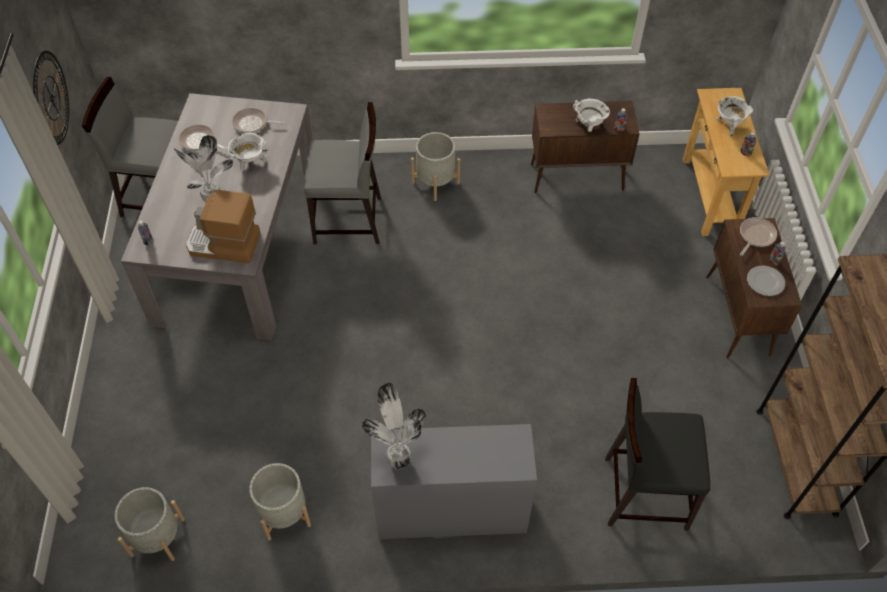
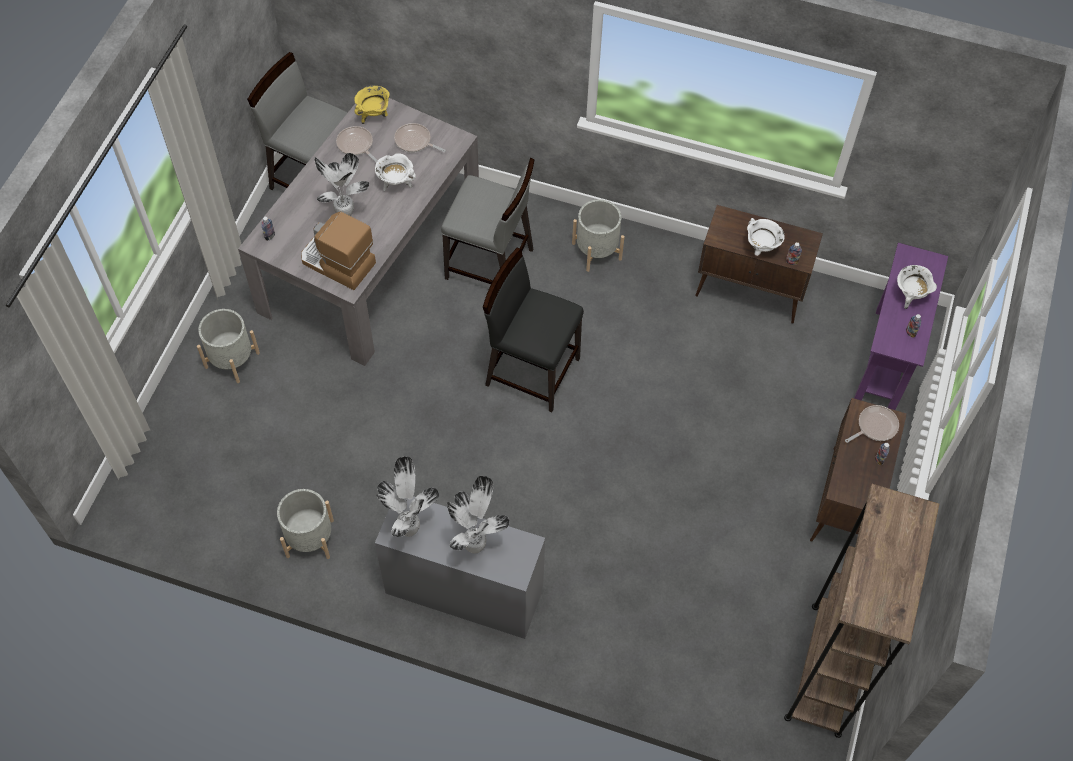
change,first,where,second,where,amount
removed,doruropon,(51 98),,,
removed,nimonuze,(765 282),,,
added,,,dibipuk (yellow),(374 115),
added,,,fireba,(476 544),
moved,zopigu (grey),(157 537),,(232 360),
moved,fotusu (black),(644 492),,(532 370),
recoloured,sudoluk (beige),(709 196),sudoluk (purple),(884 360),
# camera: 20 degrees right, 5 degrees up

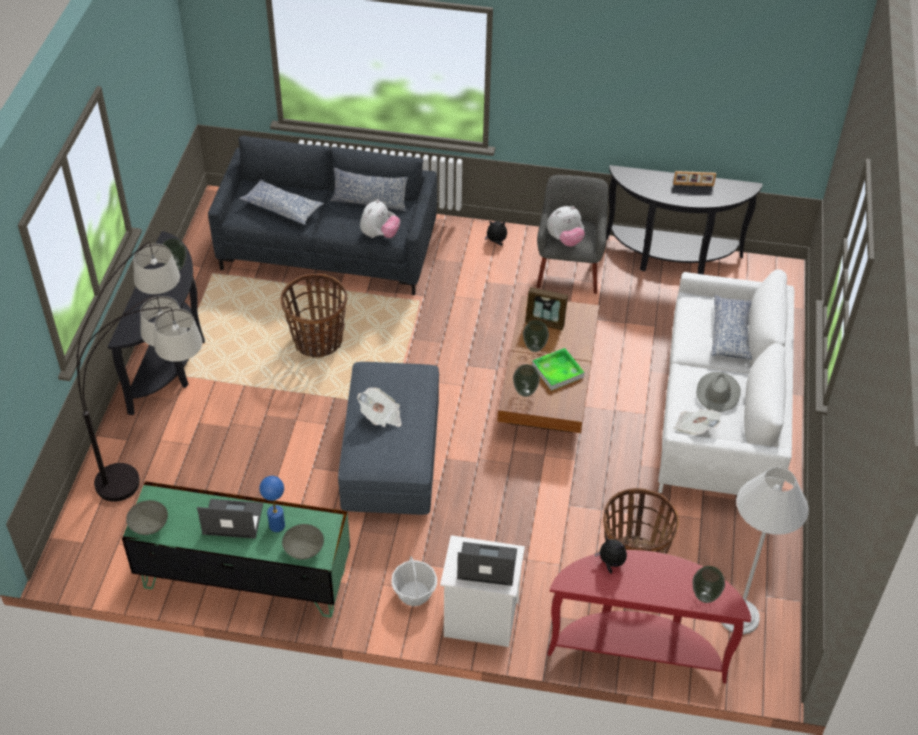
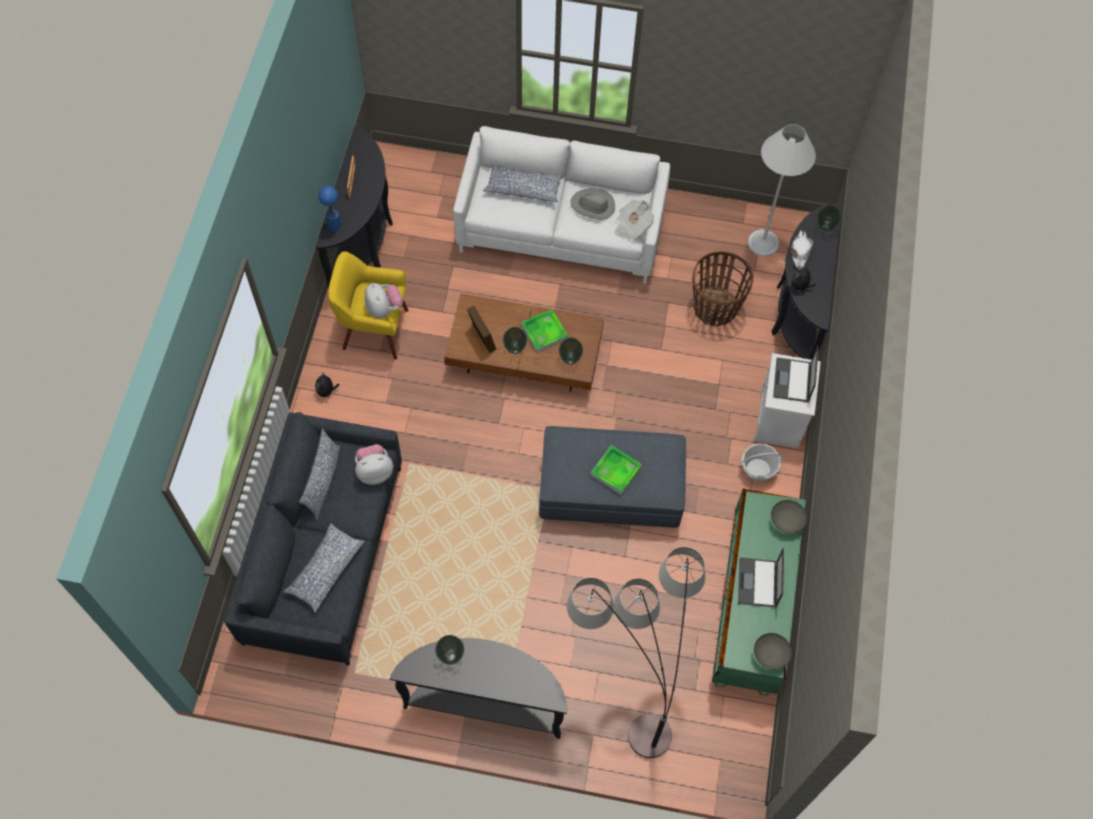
change,first,where,second,where,amount
removed,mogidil,(318 341),,,
added,,,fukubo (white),(800 251),
moved,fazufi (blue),(277 525),,(334 225),
replaced,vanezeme,(381 416),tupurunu,(616 471),
recoloured,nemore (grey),(569 270),nemore (yellow),(374 329),
recoloured,sudoluk (red),(638 648),sudoluk (black),(796 312),
turned,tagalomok,(379 235),,(374 471),45 degrees counterclockwise
turned,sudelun,(545 322),,(482 338),45 degrees counterclockwise
# camera: 90 degrees left, 15 degrees up

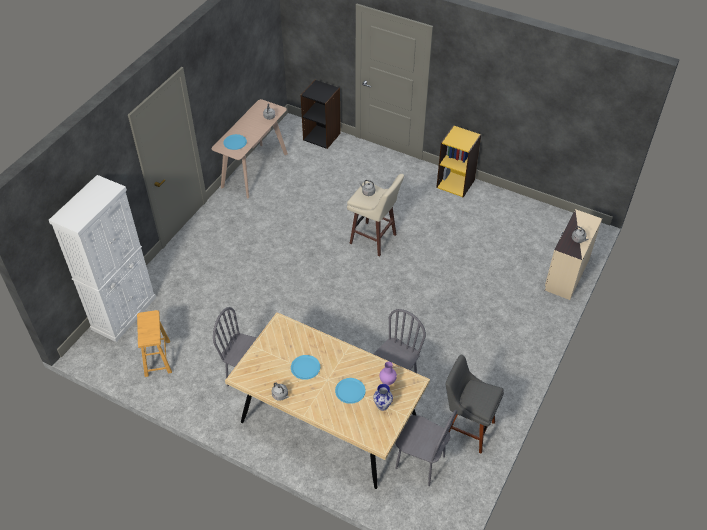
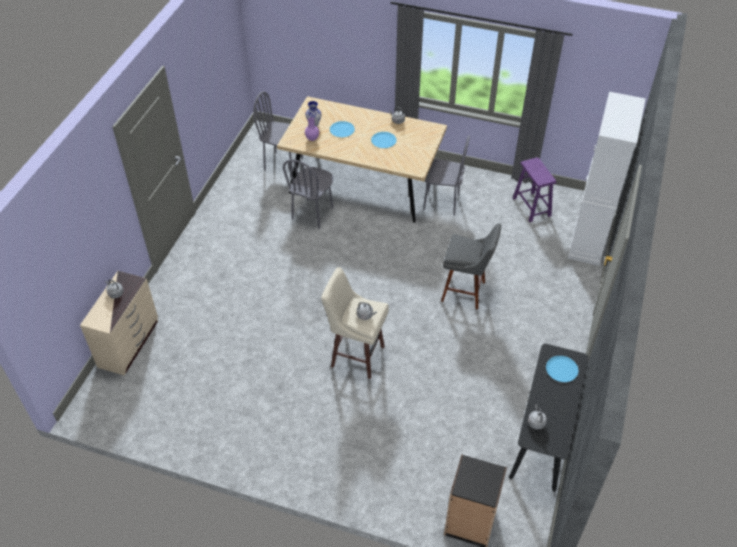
change,first,where,second,where,amount
removed,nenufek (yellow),(455 183),,,
moved,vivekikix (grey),(466 428),,(466 292),
recoloured,vivekikix (brown),(157 358),vivekikix (purple),(531 207),
recoloured,sudoluk (beige),(254 170),sudoluk (black),(542 440),
# camera: 170 degrees right, 0 degrees up

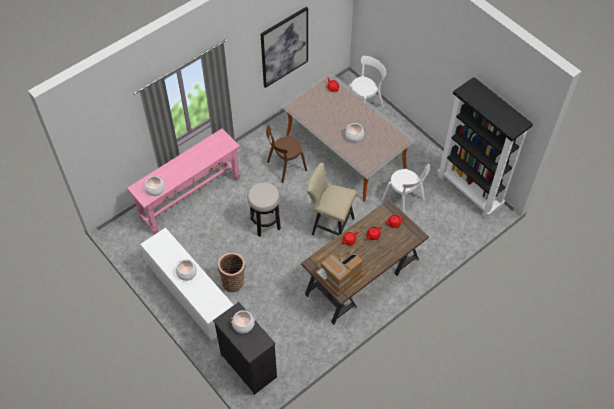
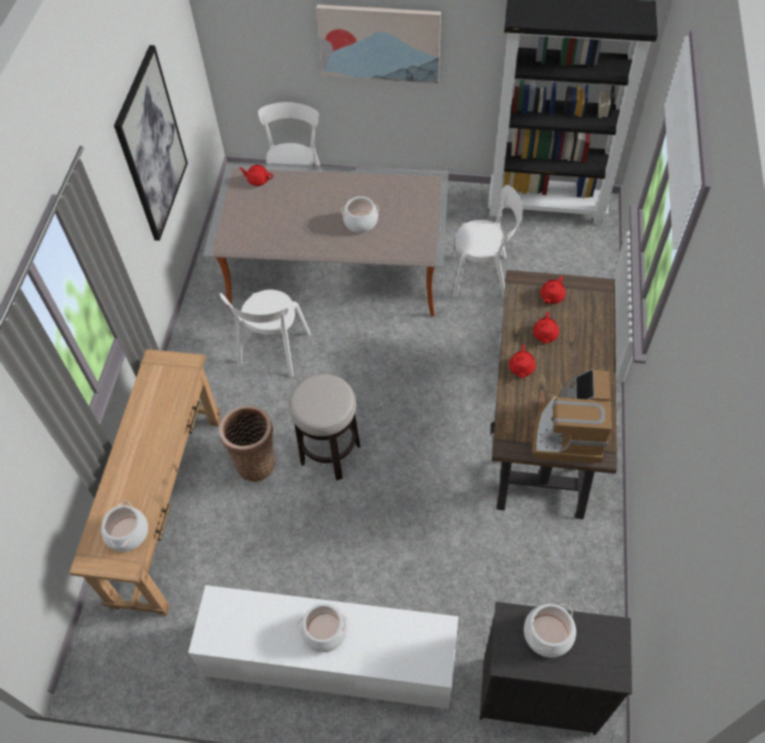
change,first,where,second,where,amount
removed,vivekikix (beige),(329 226),,,
added,,,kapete,(380 42),
moved,mogidil,(233 282),,(255 461),
recoloured,sudoluk (pink),(190 197),sudoluk (brown),(169 507),
recoloured,fotusu (brown),(285 167),fotusu (white),(273 351),
# camera: 40 degrees left, 0 degrees up

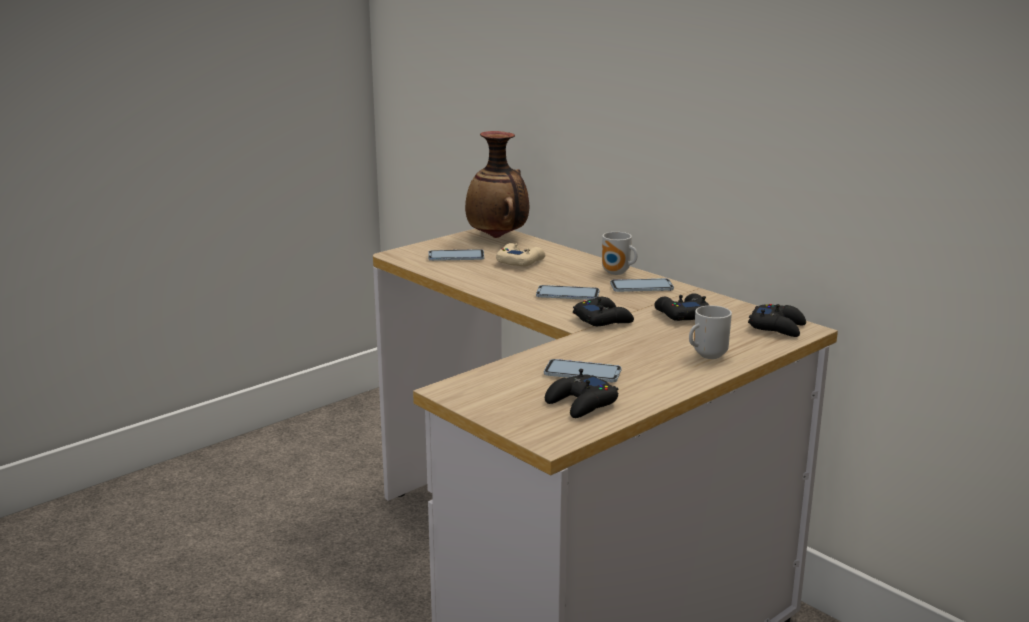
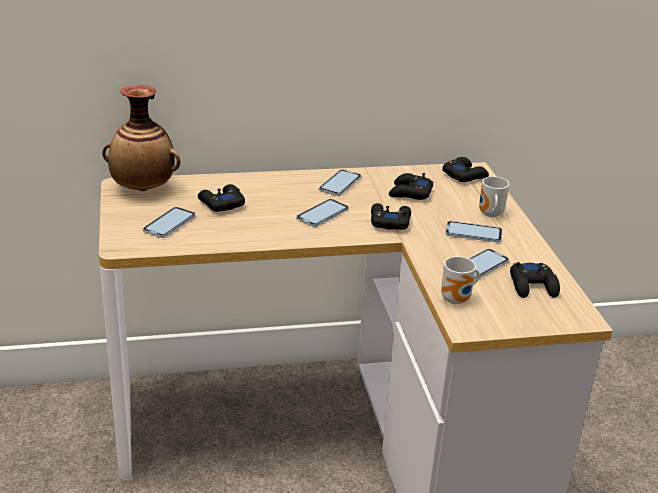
change,first,where,second,where,amount
added,,,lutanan,(473 233),
moved,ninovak,(617 273),,(458 300),
recoloured,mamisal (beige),(520 261),mamisal (black),(221 203),
# camera: 60 degrees left, 10 degrees up

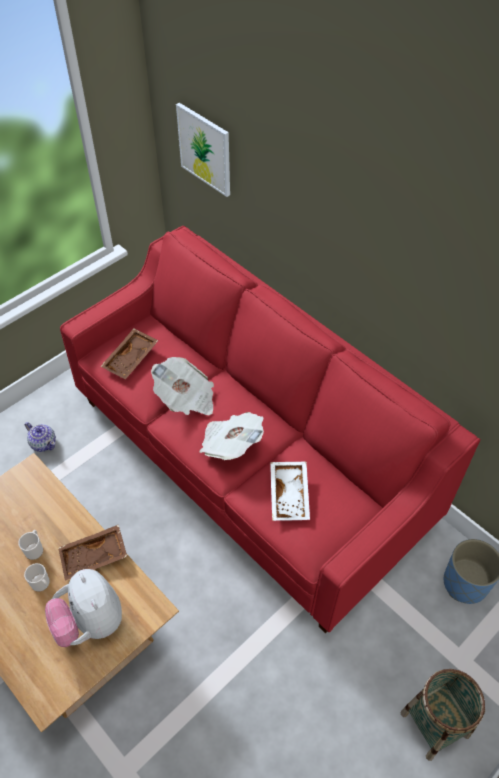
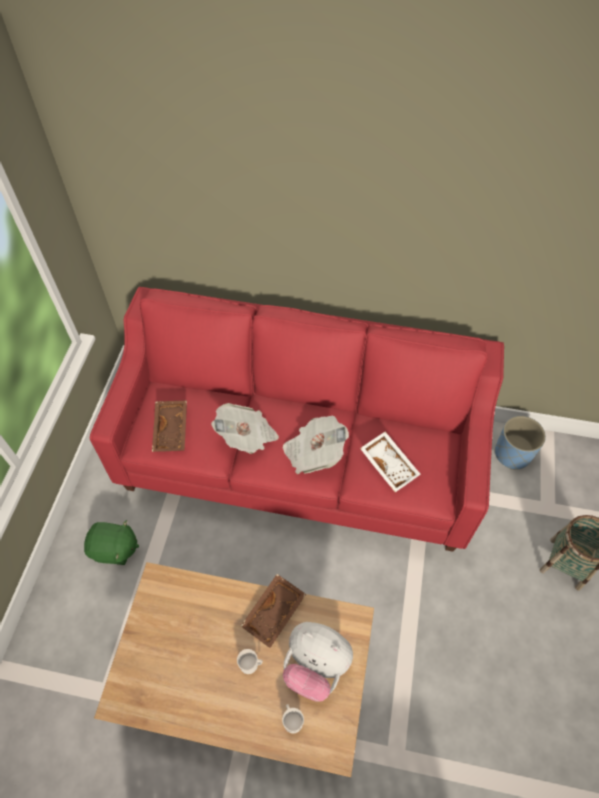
change,first,where,second,where,amount
removed,kapete,(205 149),,,
moved,ninovak,(35 549),,(292 720),
replaced,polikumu,(43 443),tagalomok (green),(114 549),
# camera: 35 degrees left, 5 degrees up

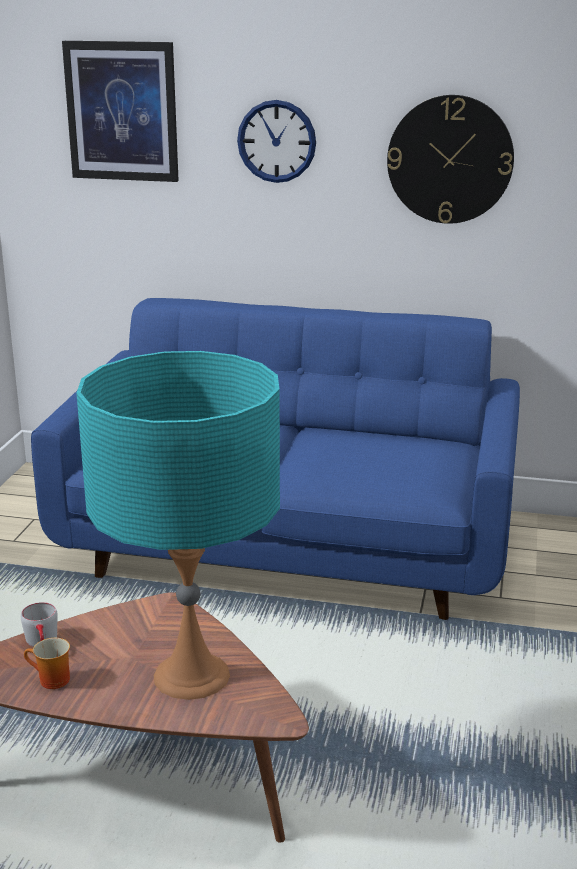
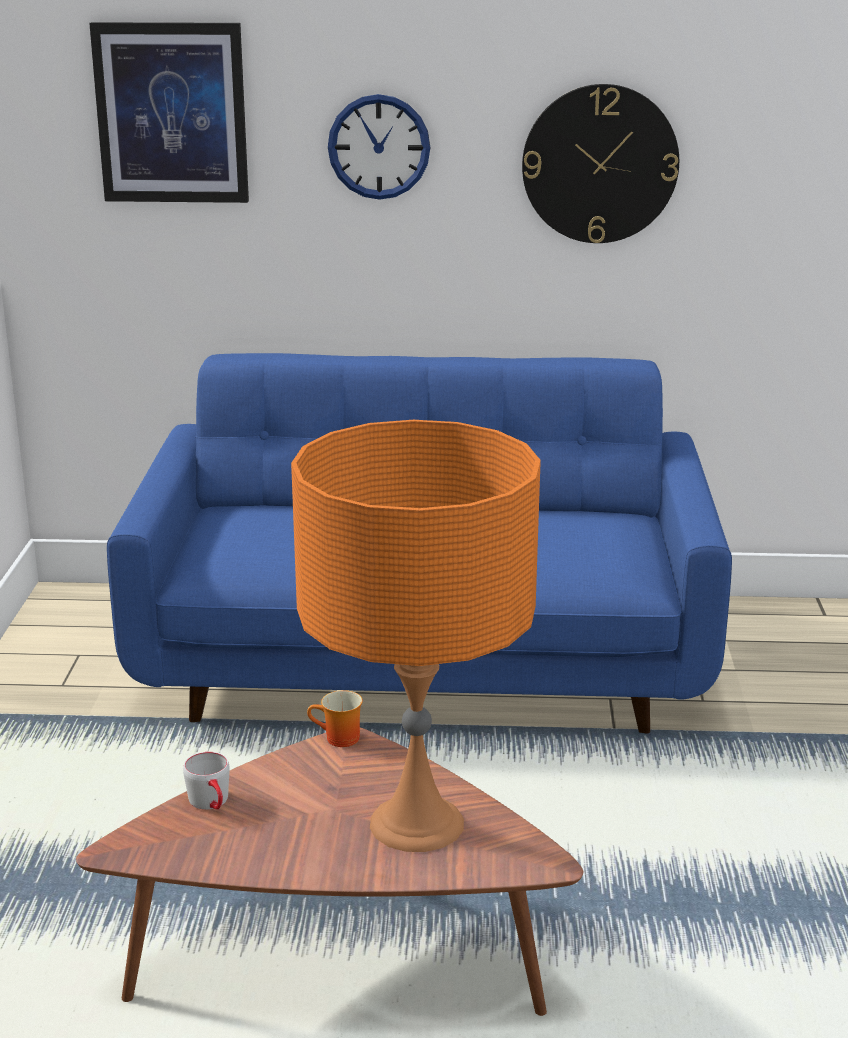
change,first,where,second,where,amount
moved,ninovak,(50 681),,(338 739),
recoloured,fazufi (turquoise),(191 675),fazufi (orange),(417 823),
# camera: 10 degrees left, 0 degrees up

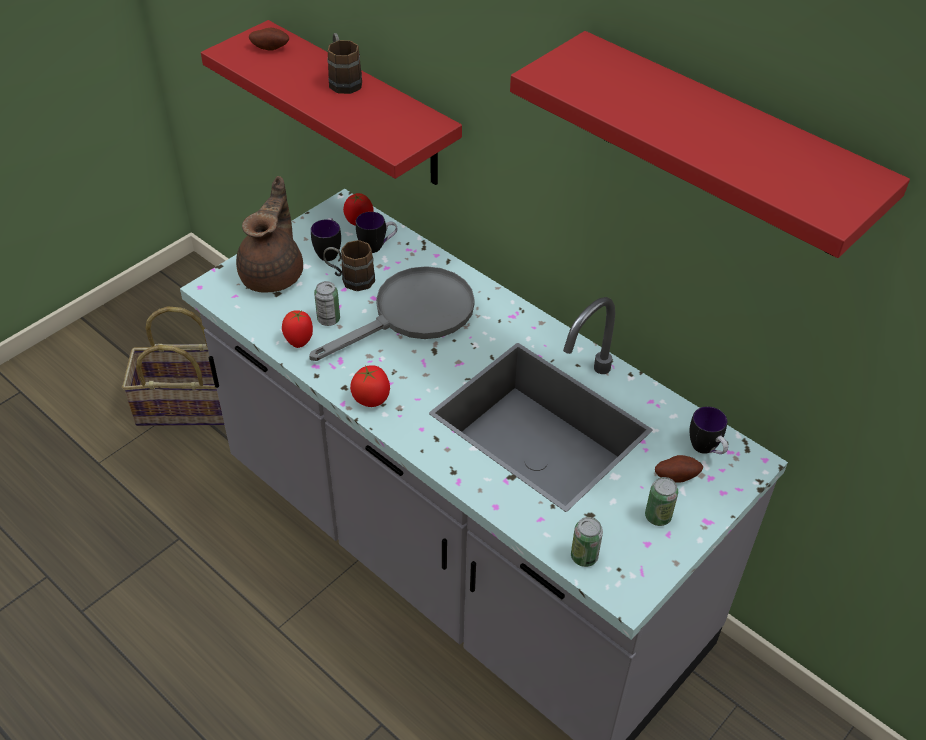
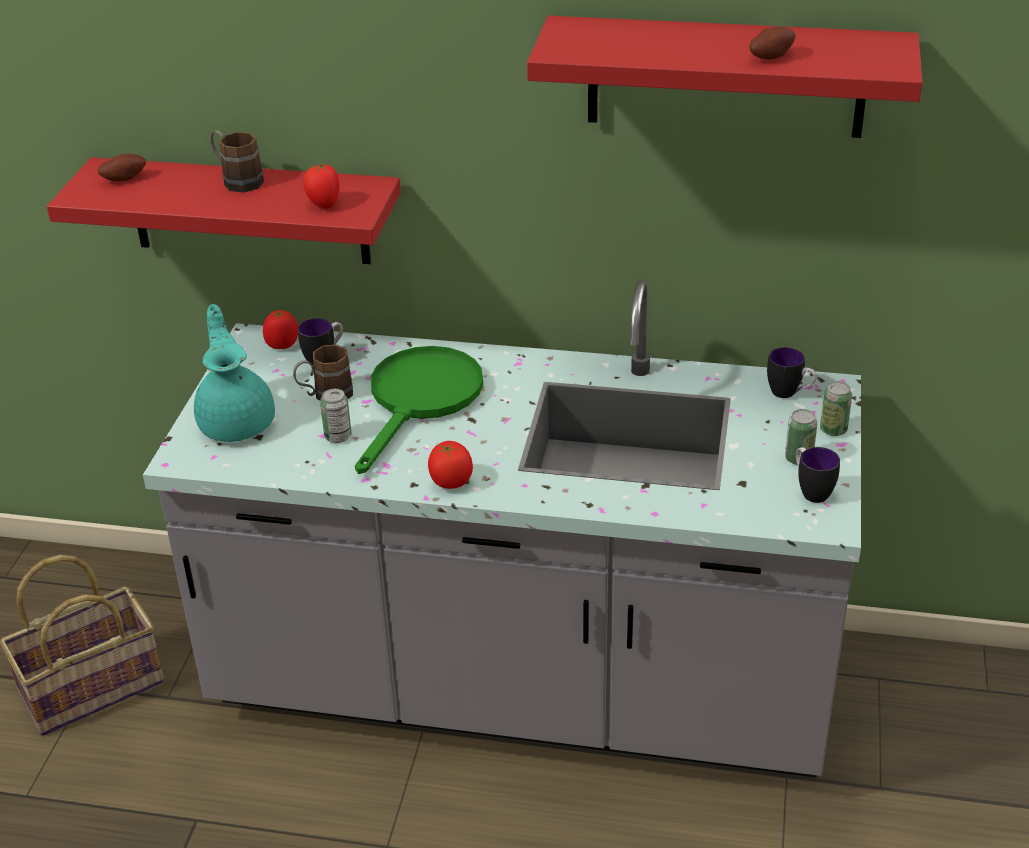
change,first,where,second,where,amount
moved,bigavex,(299 341),,(323 205),
moved,ninovak,(329 251),,(811 490),
moved,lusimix,(584 556),,(833 430),
moved,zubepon,(676 476),,(769 57),
recoloured,polikumu (brown),(274 274),polikumu (turquoise),(237 422),
recoloured,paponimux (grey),(412 315),paponimux (green),(420 400),
# camera: 30 degrees left, 10 degrees down

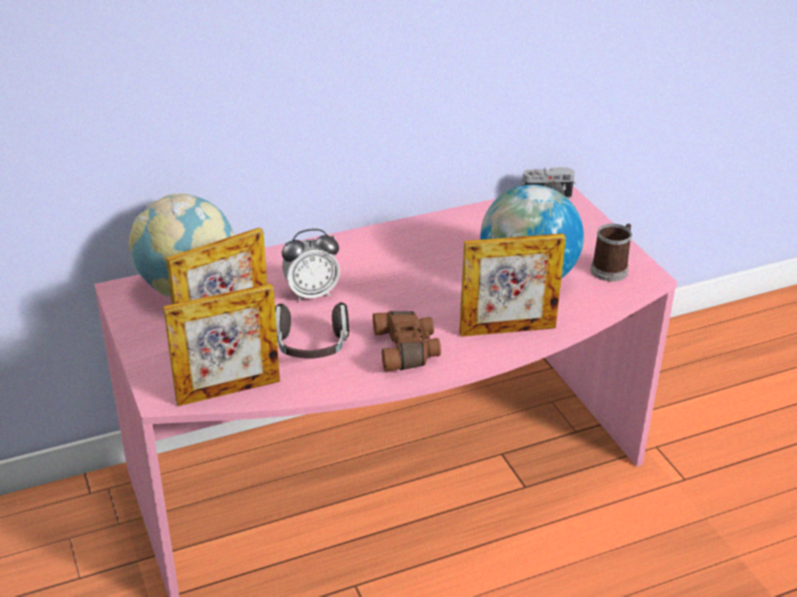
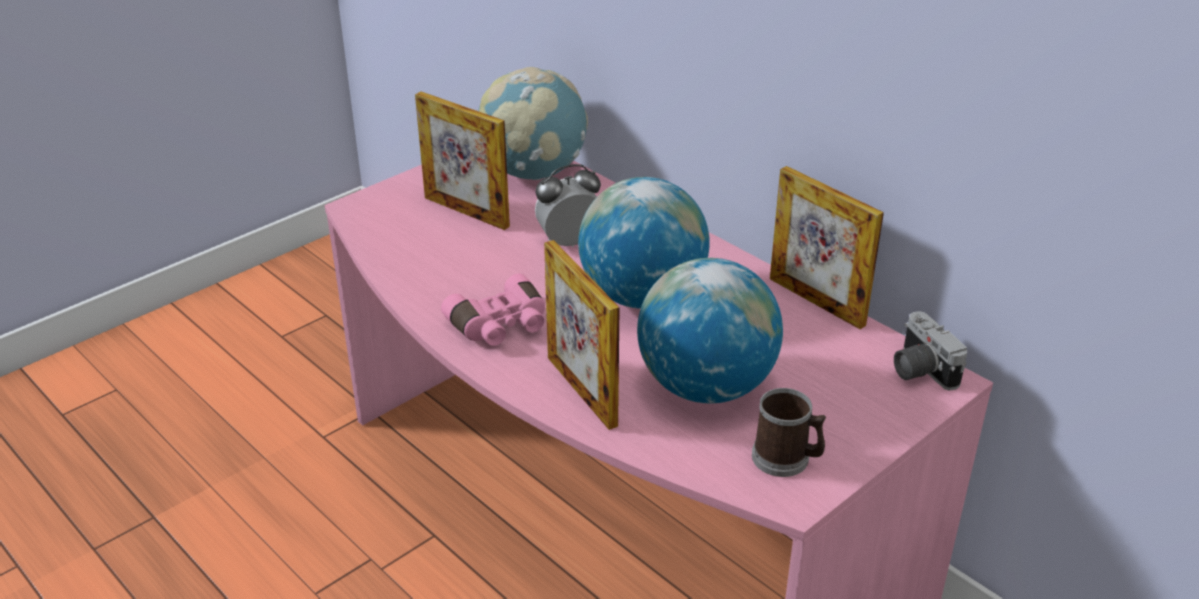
change,first,where,second,where,amount
removed,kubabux,(311 348),,,
added,,,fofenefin,(642 296),
moved,sudelun,(228 391),,(816 301),
recoloured,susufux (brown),(407 350),susufux (pink),(500 326),
turned,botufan,(312 293),,(569 242),105 degrees clockwise
# camera: 70 degrees right, 0 degrees up

